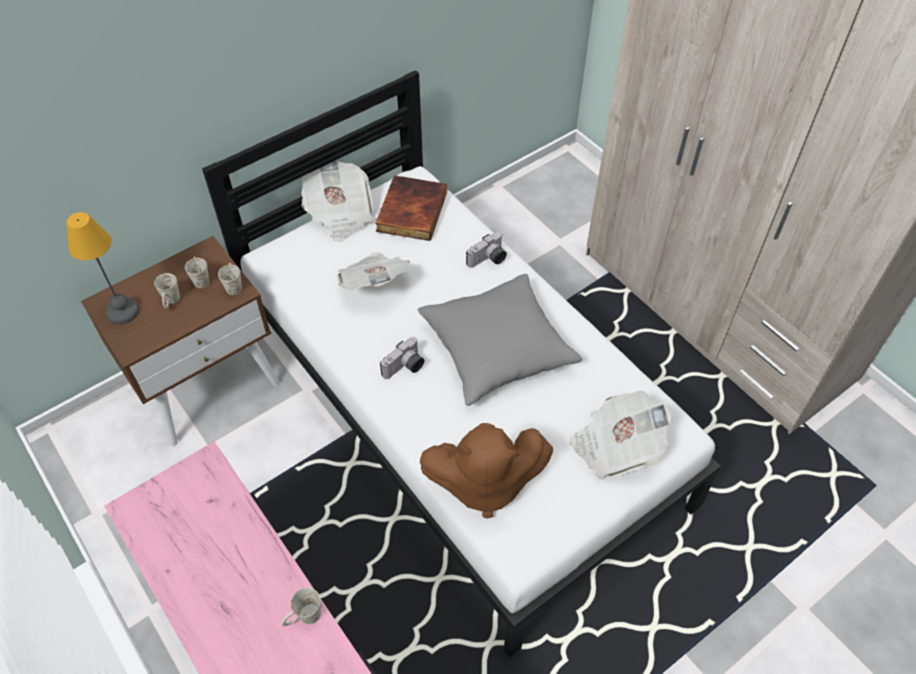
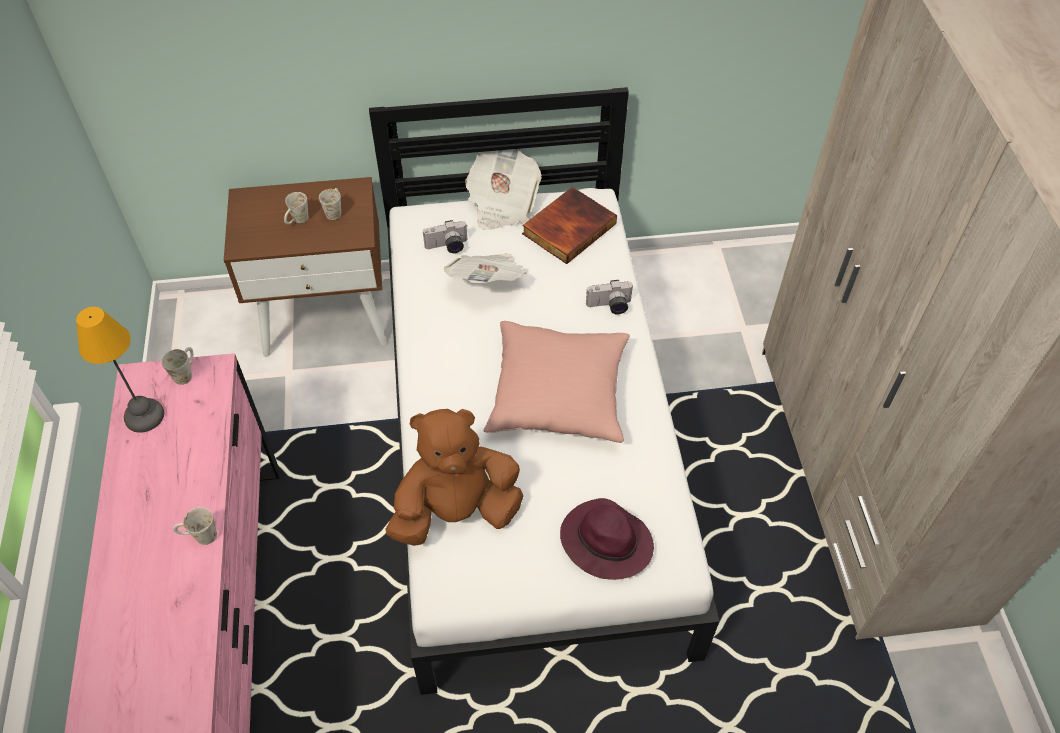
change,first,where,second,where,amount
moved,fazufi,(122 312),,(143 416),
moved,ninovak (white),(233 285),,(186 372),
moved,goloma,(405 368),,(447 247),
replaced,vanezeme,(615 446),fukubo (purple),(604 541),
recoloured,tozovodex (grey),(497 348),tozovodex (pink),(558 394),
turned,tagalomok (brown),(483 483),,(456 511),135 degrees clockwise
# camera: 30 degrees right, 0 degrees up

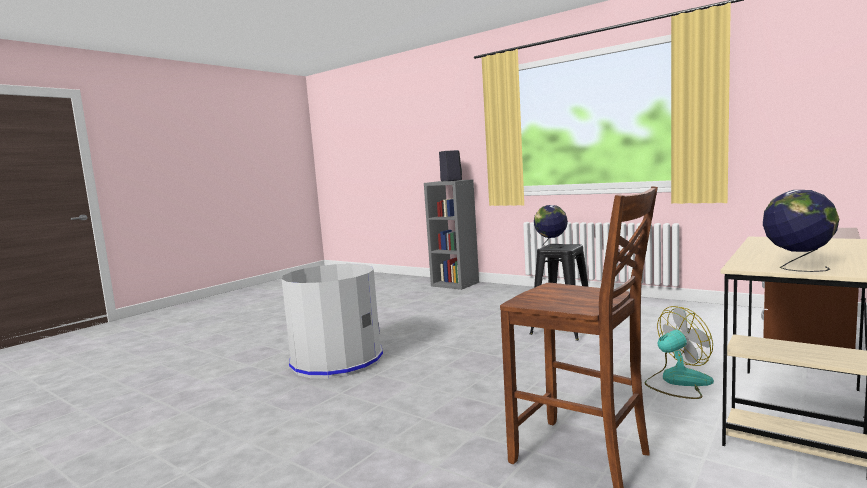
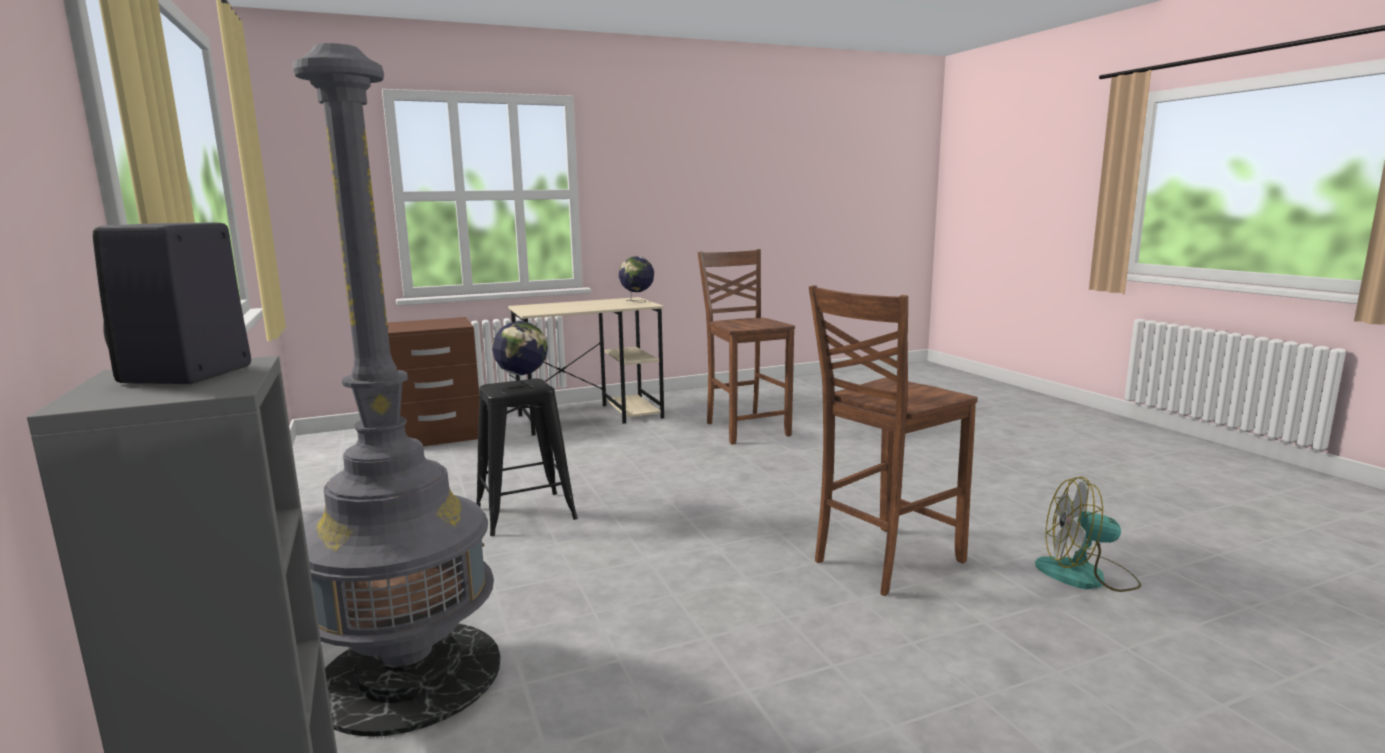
change,first,where,second,where,amount
added,,,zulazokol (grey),(410 674),
moved,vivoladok,(677 382),,(1086 576),
replaced,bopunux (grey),(337 360),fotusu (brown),(884 561),
# camera: 150 degrees left, 5 degrees up

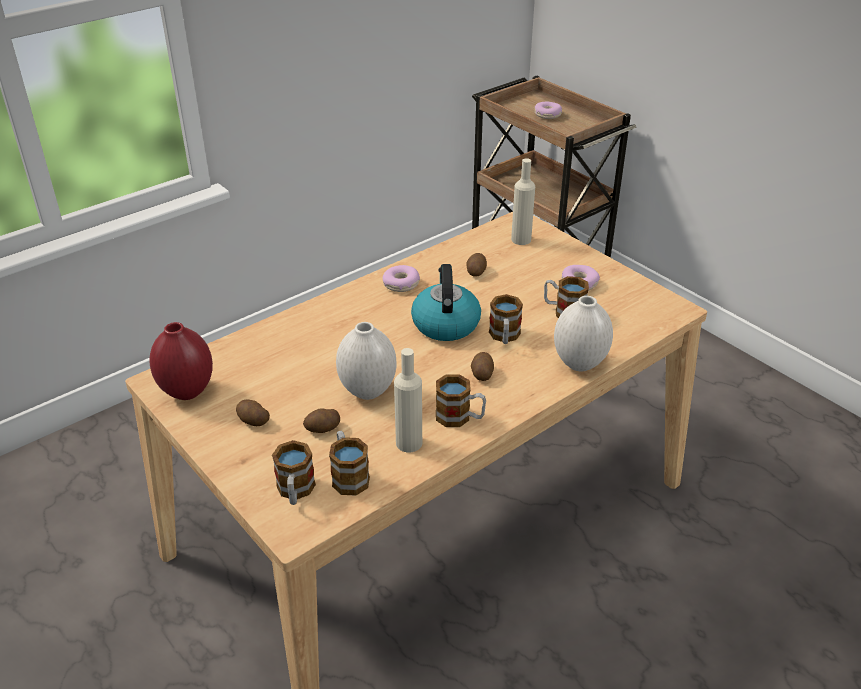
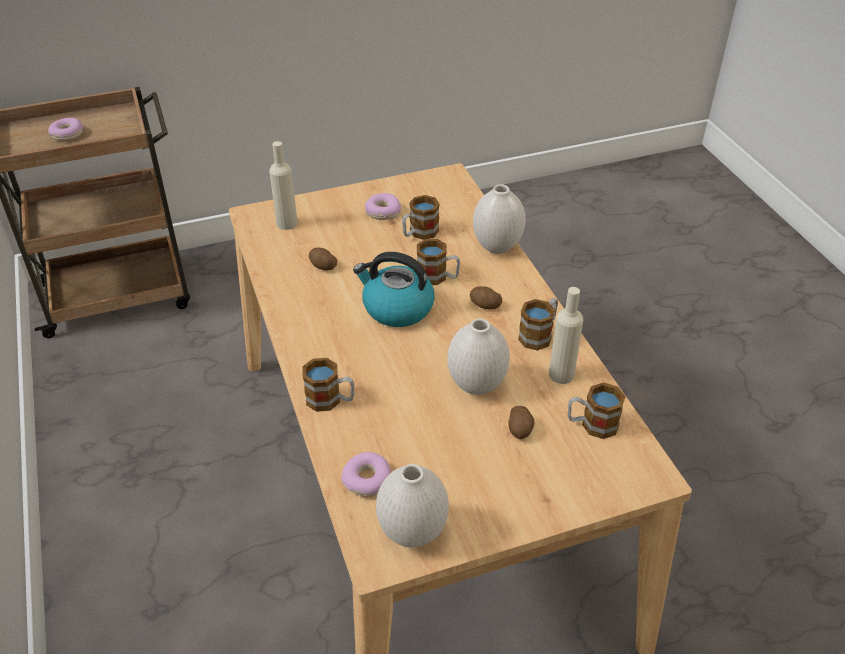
change,first,where,second,where,amount
removed,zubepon,(252 421),,,
moved,ninovak,(295 492),,(330 400),
moved,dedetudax,(401 284),,(367 480),
recoloured,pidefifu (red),(186 391),pidefifu (white),(412 533),
# camera: 70 degrees left, 5 degrees up

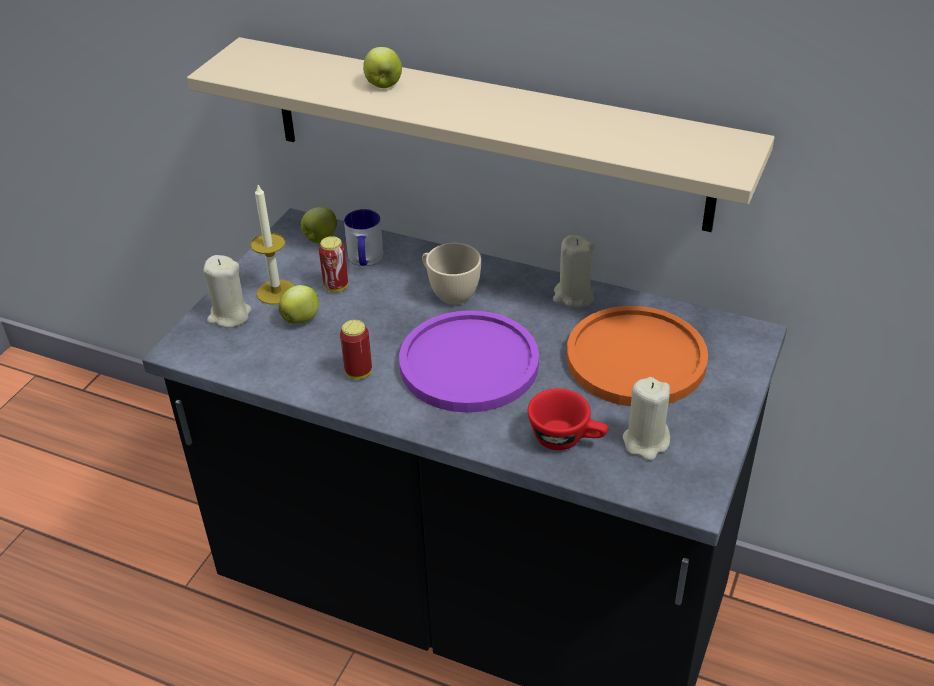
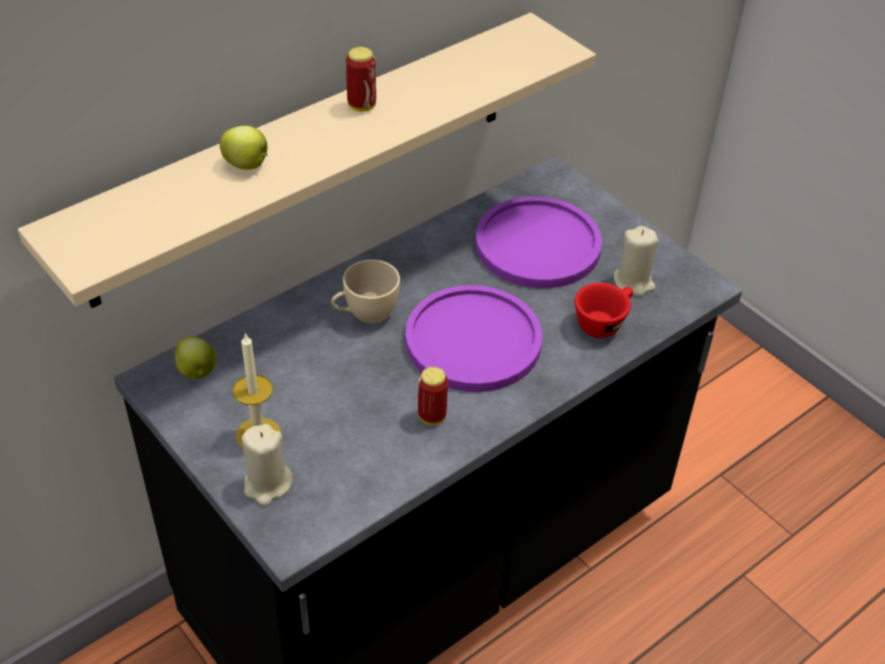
change,first,where,second,where,amount
removed,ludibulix,(302 319),,,
removed,ninovak,(365 260),,,
removed,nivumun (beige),(573 296),,,
moved,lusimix,(336 286),,(361 106),
recoloured,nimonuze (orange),(636 359),nimonuze (purple),(538 245),
# camera: 65 degrees left, 5 degrees up

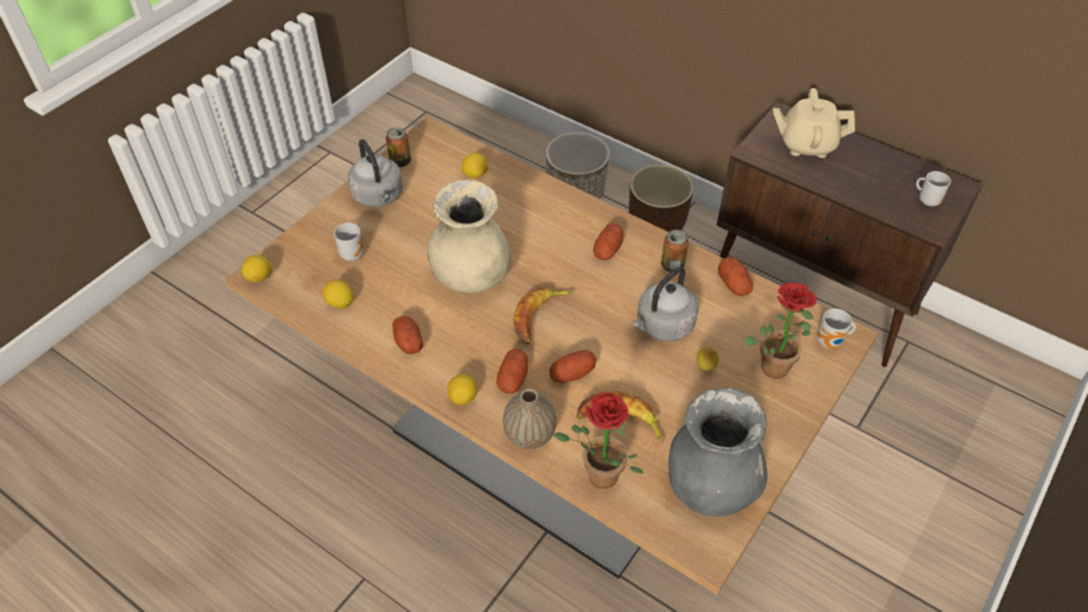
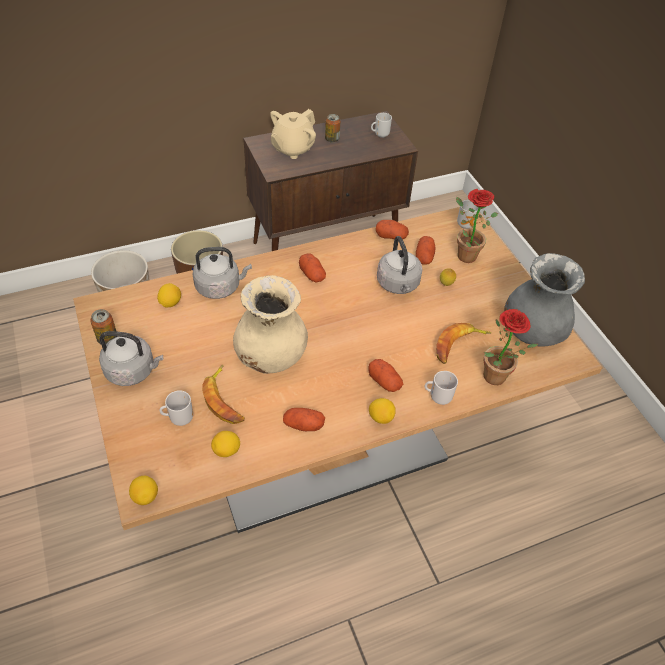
change,first,where,second,where,amount
added,,,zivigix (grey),(220 287),
moved,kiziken,(540 317),,(224 399),
moved,zubepon,(572 374),,(424 257),
moved,lusimix,(672 265),,(332 139),
replaced,pidefifu,(530 435),ninovak,(438 397),
# camera: 60 degrees left, 0 degrees up

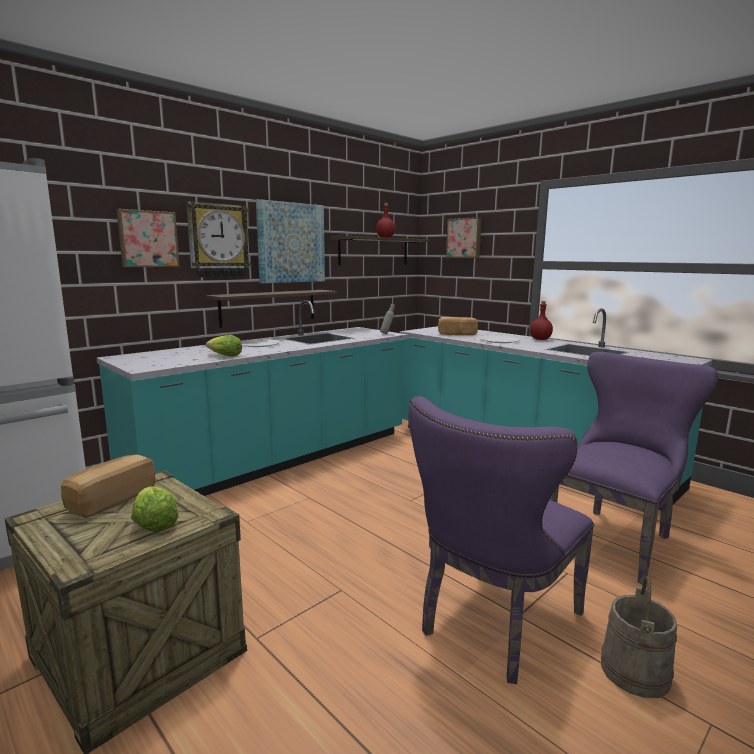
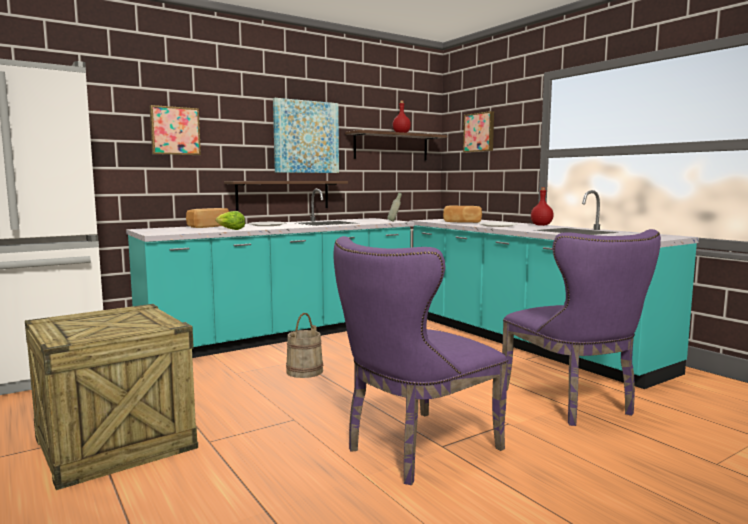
change,first,where,second,where,amount
removed,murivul,(154 523),,,
removed,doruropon,(218 240),,,
moved,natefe,(111 499),,(207 226),
moved,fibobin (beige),(634 671),,(304 371),
turned,fotusu (purple),(614 538),,(573 403),105 degrees clockwise
# camera: 10 degrees right, 5 degrees down

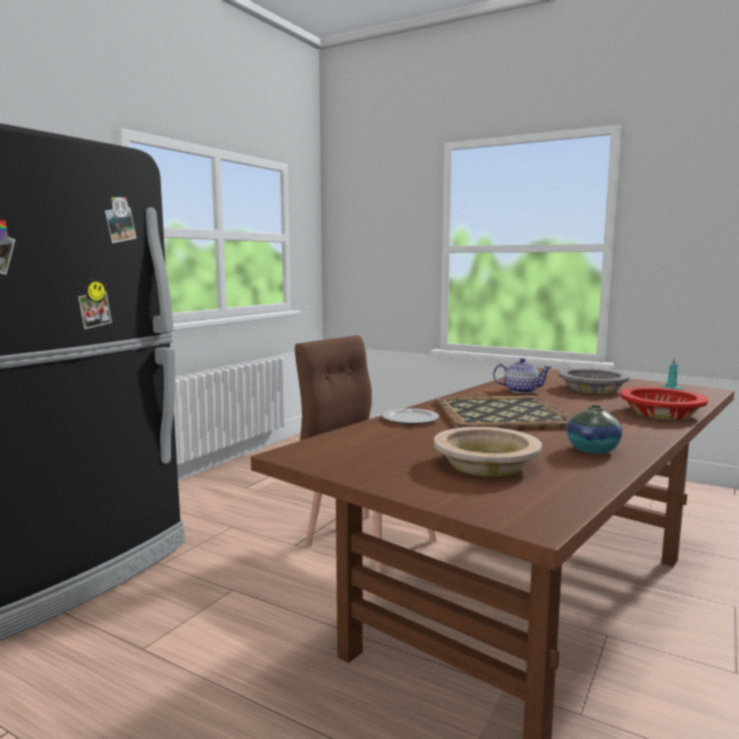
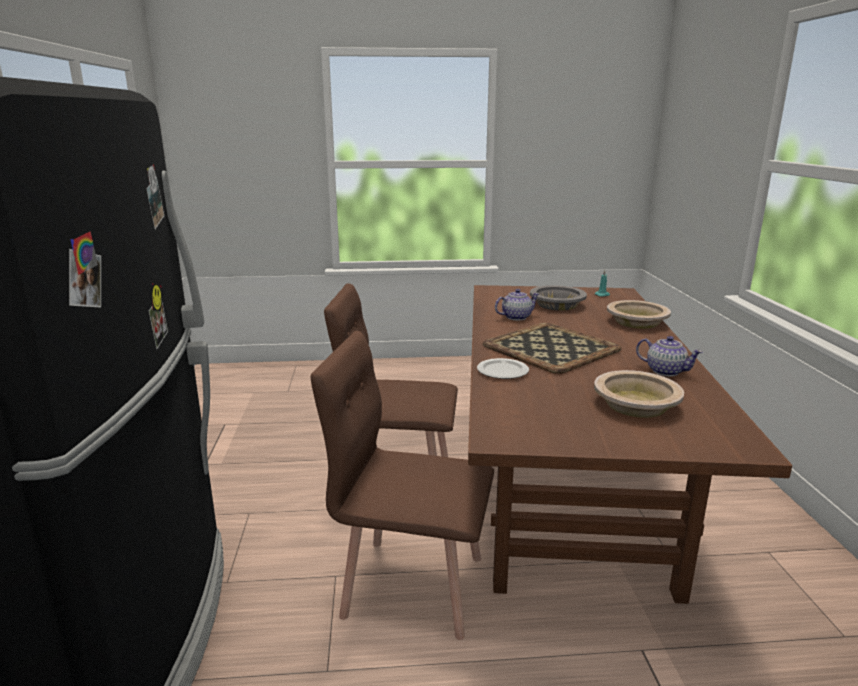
change,first,where,second,where,amount
added,,,fotusu (brown),(412 584),
replaced,pidefifu,(592 450),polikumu,(665 371),
recoloured,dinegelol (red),(661 413),dinegelol (beige),(637 322),
# camera: 35 degrees left, 10 degrees up

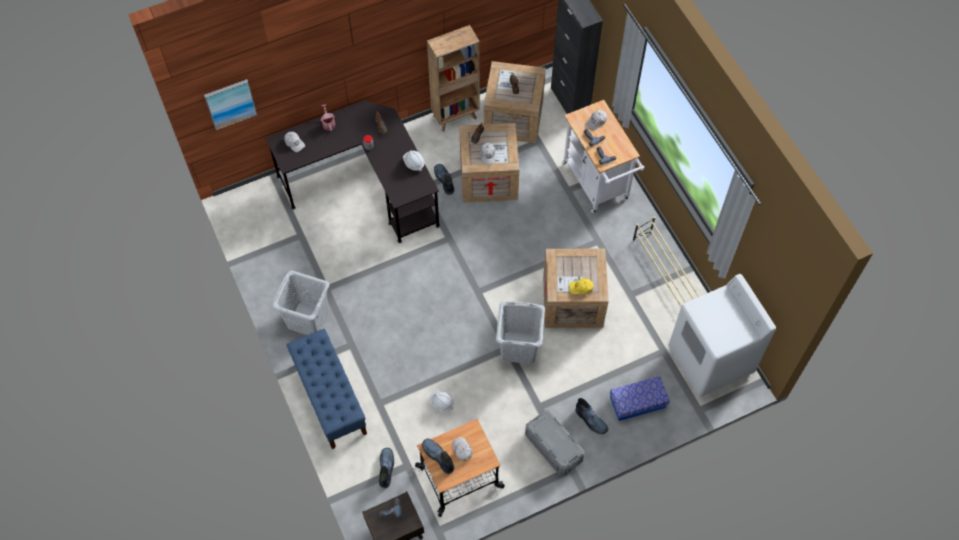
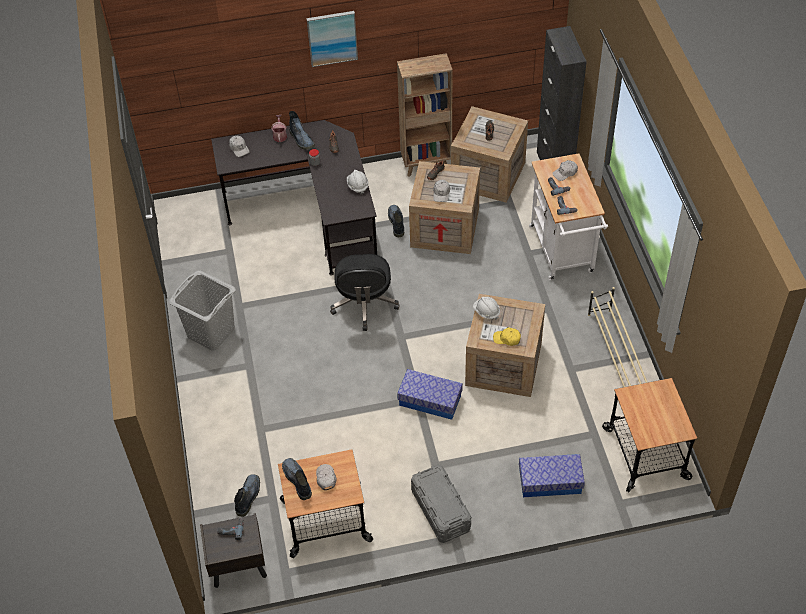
change,first,where,second,where,amount
removed,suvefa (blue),(330 398),,,
added,,,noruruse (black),(364 304),
moved,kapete,(230 103),,(332 38),
moved,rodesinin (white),(441 403),,(486 312),
moved,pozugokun,(591 420),,(302 140),
replaced,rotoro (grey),(518 347),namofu,(430 400),
replaced,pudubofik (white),(710 360),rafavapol,(646 453),
# camera: 15 degrees right, 10 degrees down

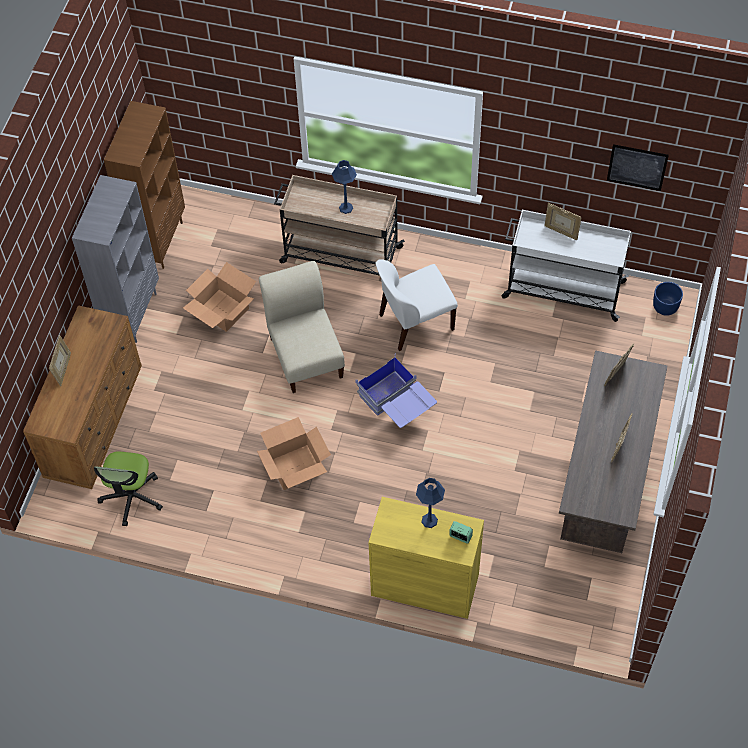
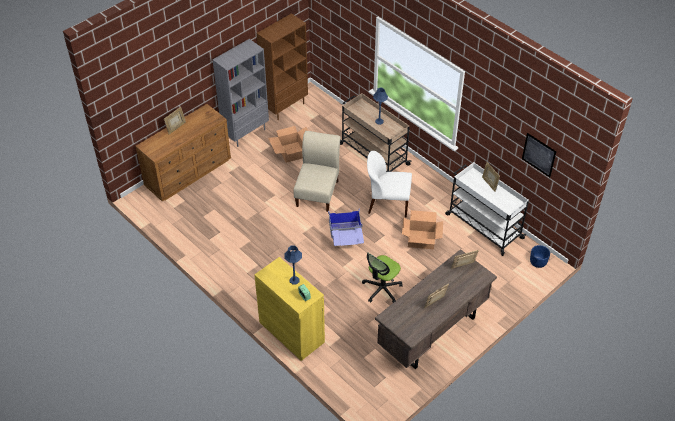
change,first,where,second,where,amount
moved,noruruse,(132 497),,(382 289),
moved,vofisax,(295 466),,(421 239),
# camera: 30 degrees right, 10 degrees down

